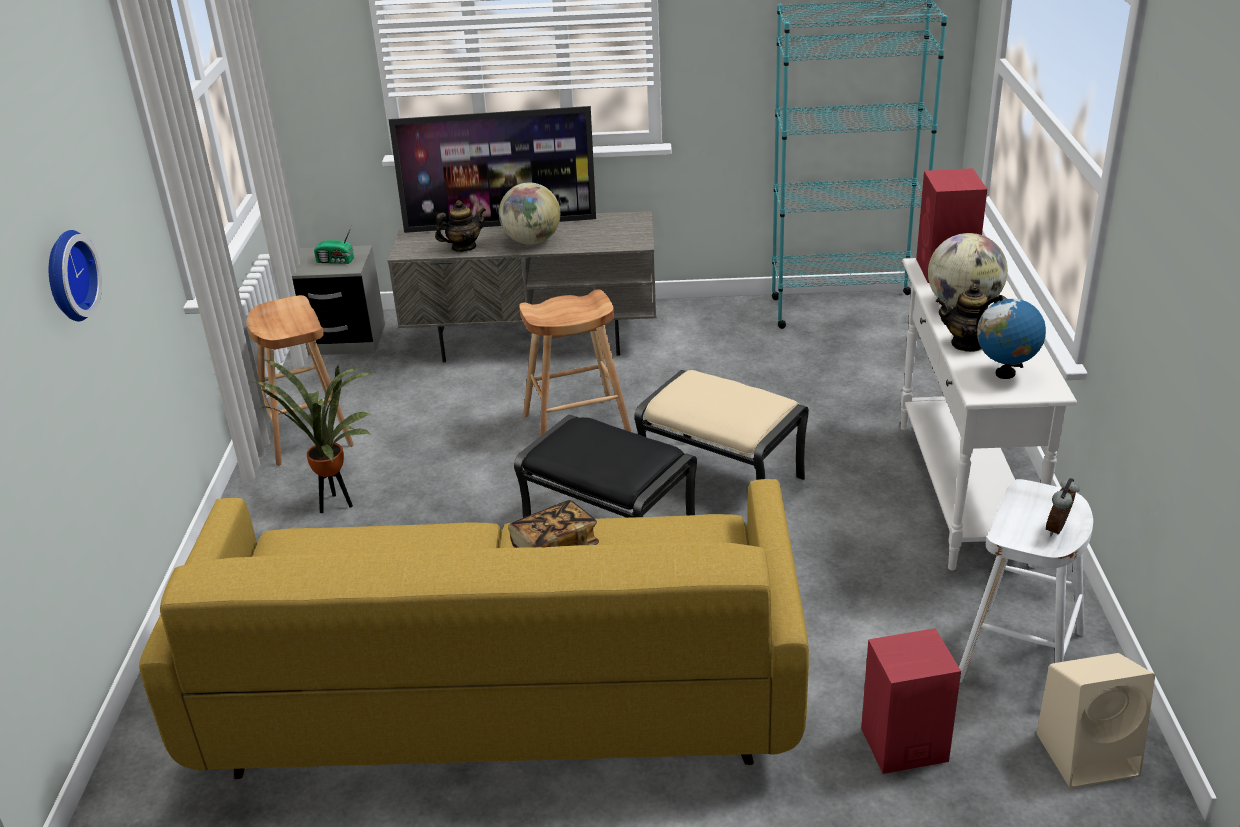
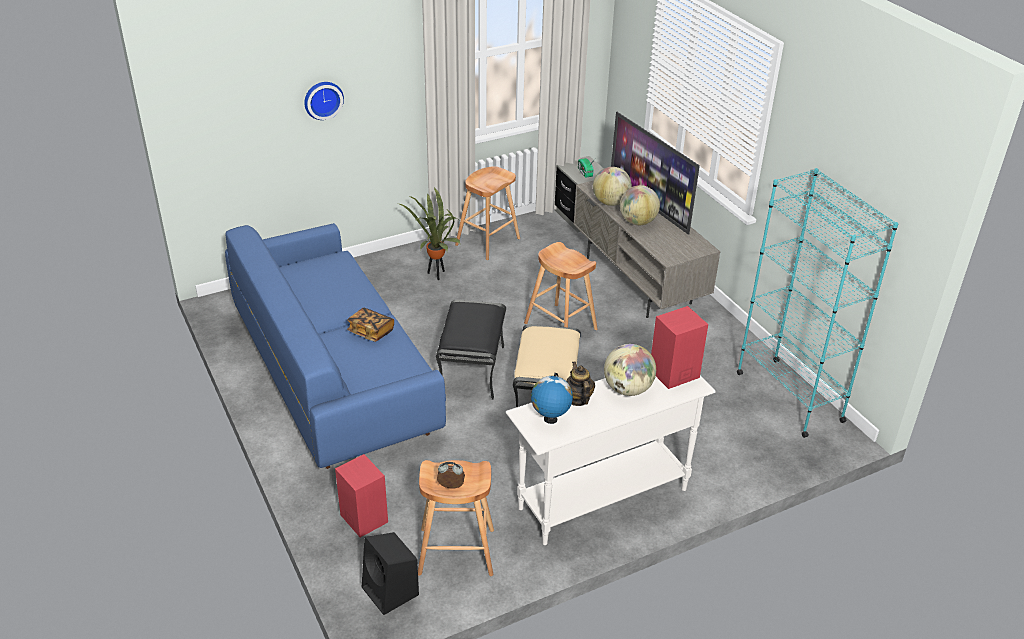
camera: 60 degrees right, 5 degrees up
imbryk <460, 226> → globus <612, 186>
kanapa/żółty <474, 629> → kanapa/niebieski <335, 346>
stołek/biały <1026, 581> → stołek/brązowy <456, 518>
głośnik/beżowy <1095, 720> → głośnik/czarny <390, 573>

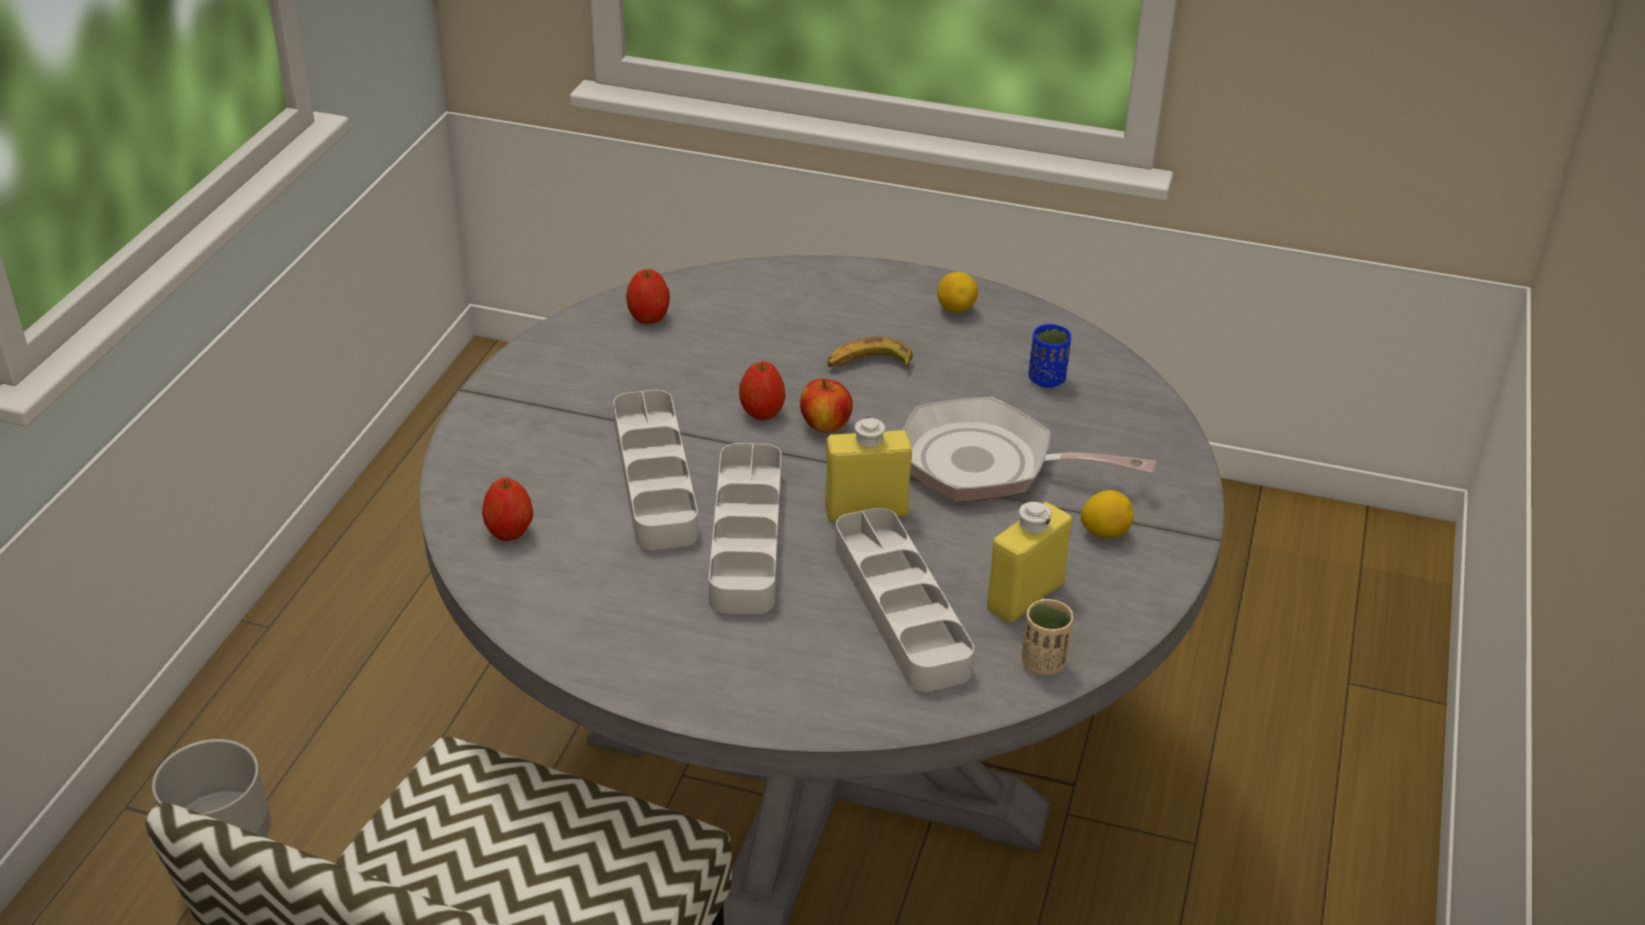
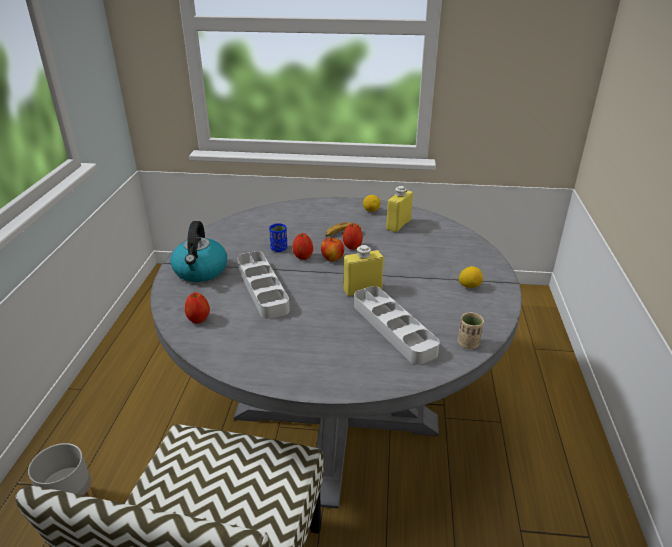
camera: 10 degrees left, 5 degrees down
jabłko <648, 296> → jabłko <353, 236>, moved
filiżanka/niebieski <1050, 356> → filiżanka/niebieski <278, 237>, moved
patelnia <1029, 449> → -
taca/szary <745, 528> → -
butelka/żółty <1029, 562> → butelka/żółty <399, 209>, moved
- → czajnik <198, 251>

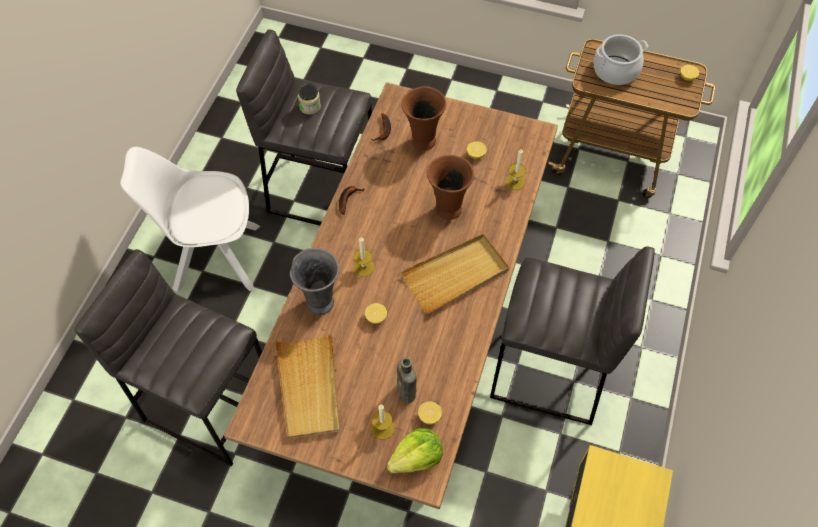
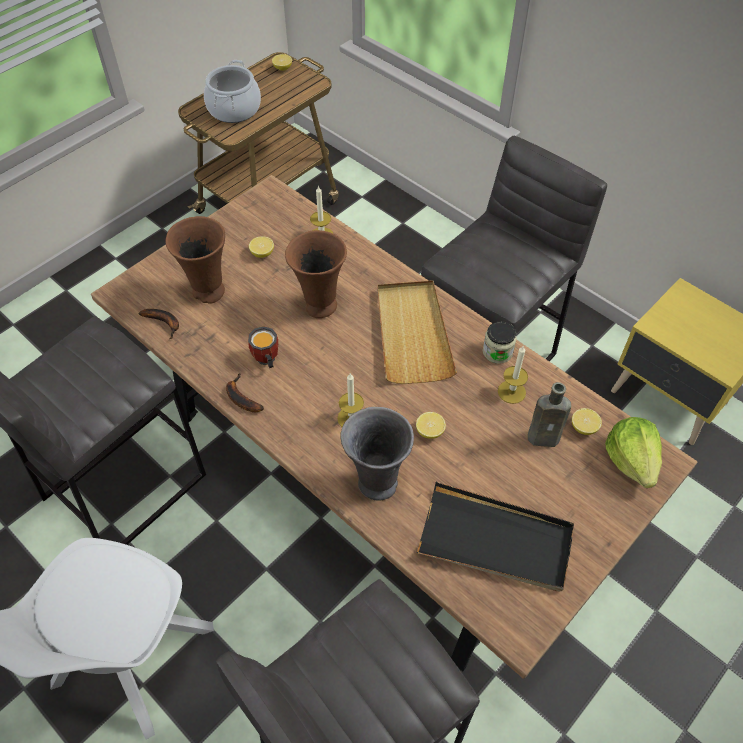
camera: 65 degrees left, 5 degrees down
słoik <309, 99> → słoik <499, 342>, moved
taca/beżowy <307, 386> → taca/czarny <495, 537>
świeca <383, 422> → świeca <513, 375>, moved
- → kubek <263, 347>

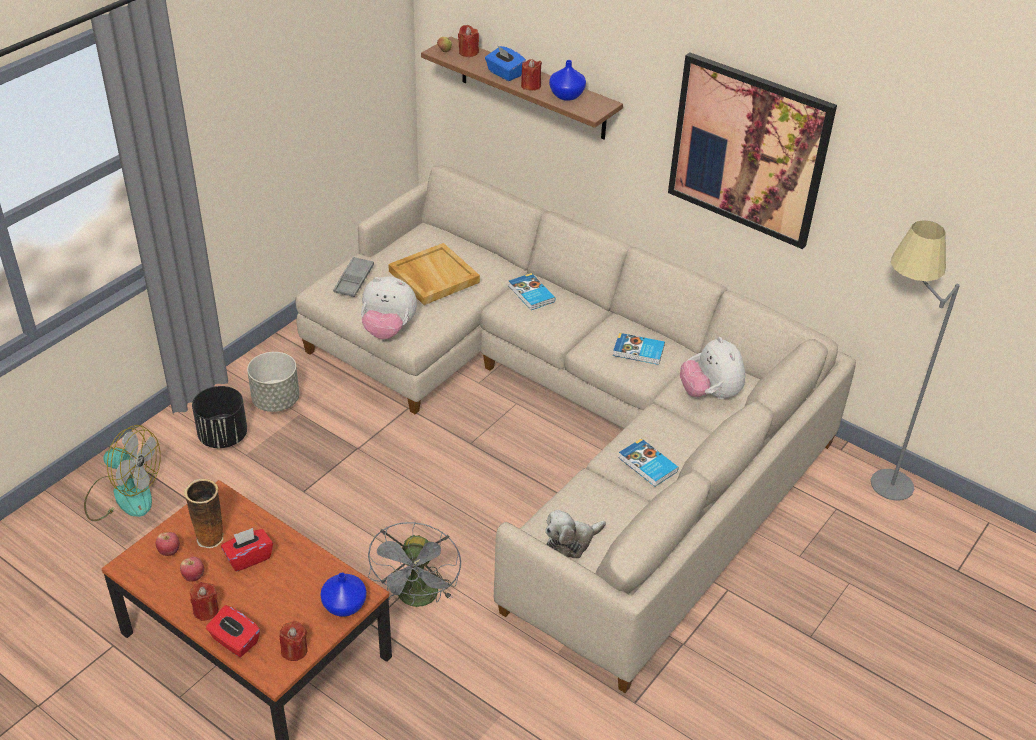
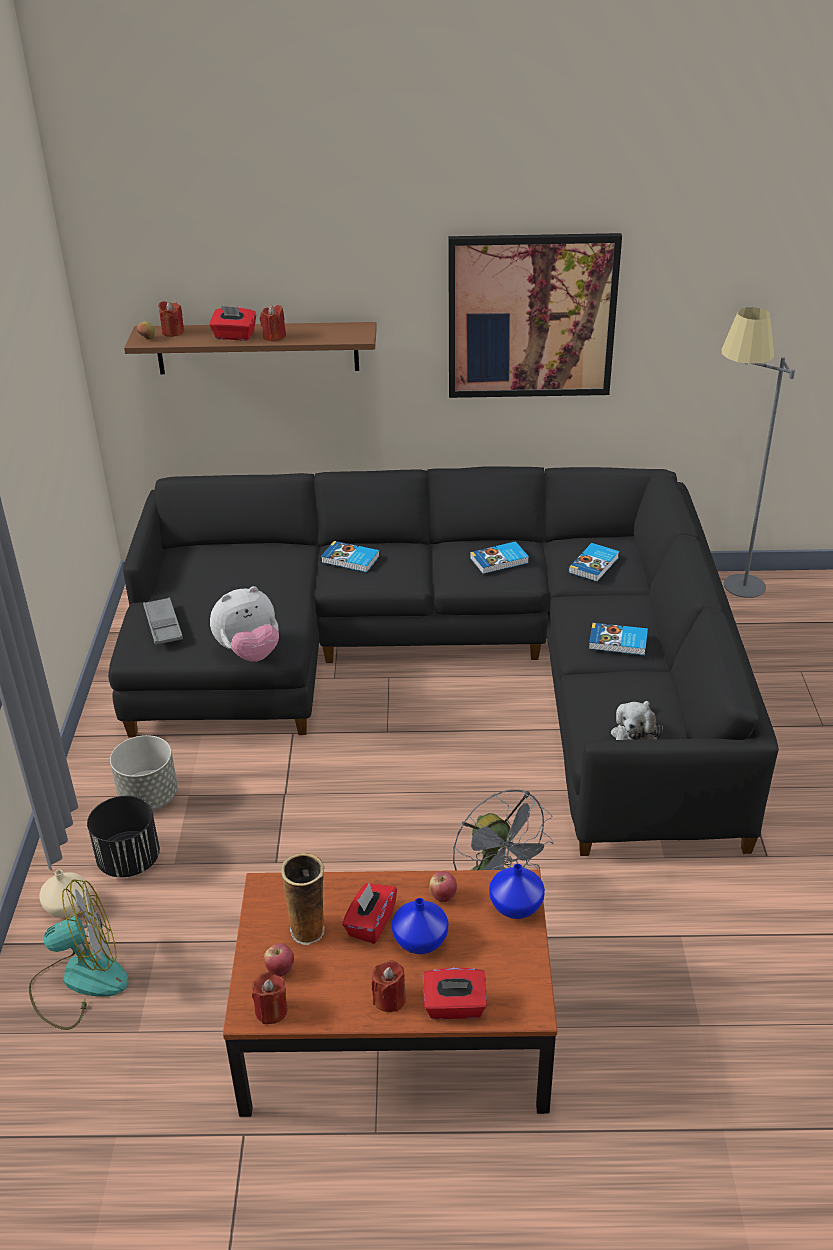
camera: 35 degrees left, 5 degrees down
pudełko chusteczek/niebieski <505, 63> → pudełko chusteczek/czerwony <232, 323>
wazon/niebieski <567, 80> → wazon/niebieski <420, 926>, moved
kanapa/beżowy <575, 429> → kanapa/czarny <443, 661>
taca/beżowy <434, 274> → -
pluszak <712, 368> → książka <593, 562>
jabłko <192, 569> → jabłko <443, 886>, moved
świeca/czerwony <293, 641> → świeca/czerwony <270, 998>, moved
- → wazon/beżowy <64, 894>

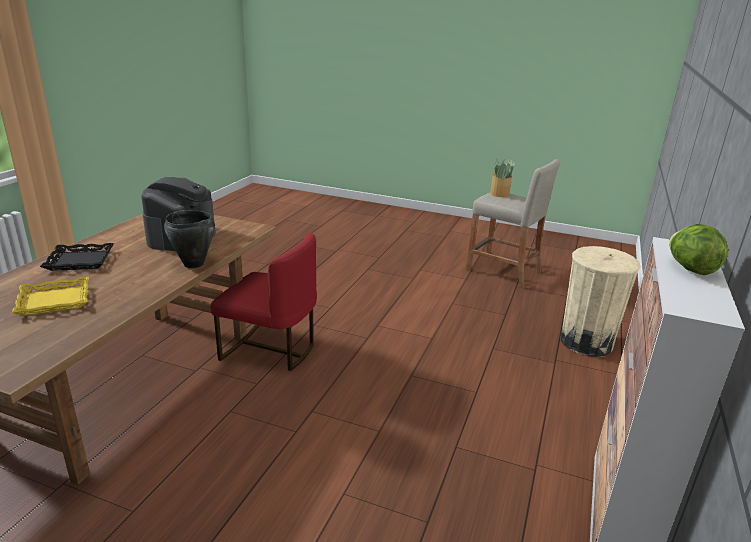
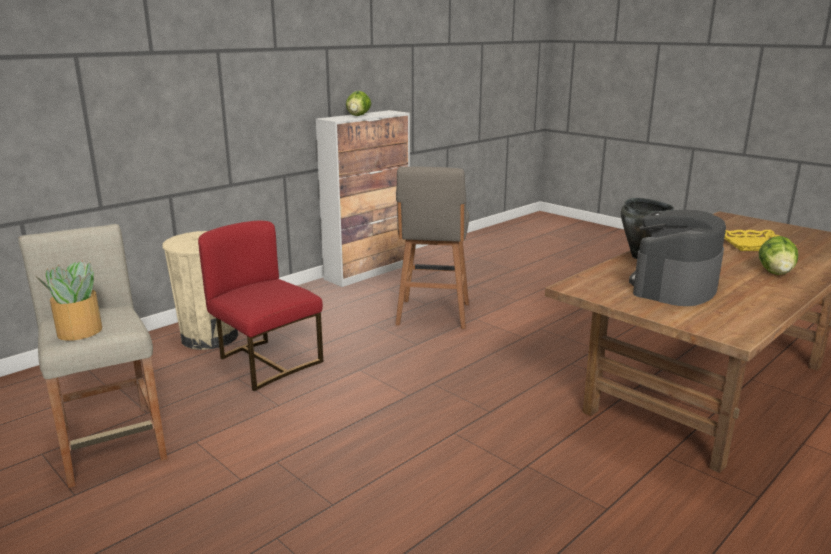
camera: 155 degrees left, 5 degrees down
krzesło/czerwony <264, 302> → krzesło/czerwony <260, 306>, moved
taca/czarny <77, 257> → sałata <778, 255>
- → stołek/szary <432, 248>

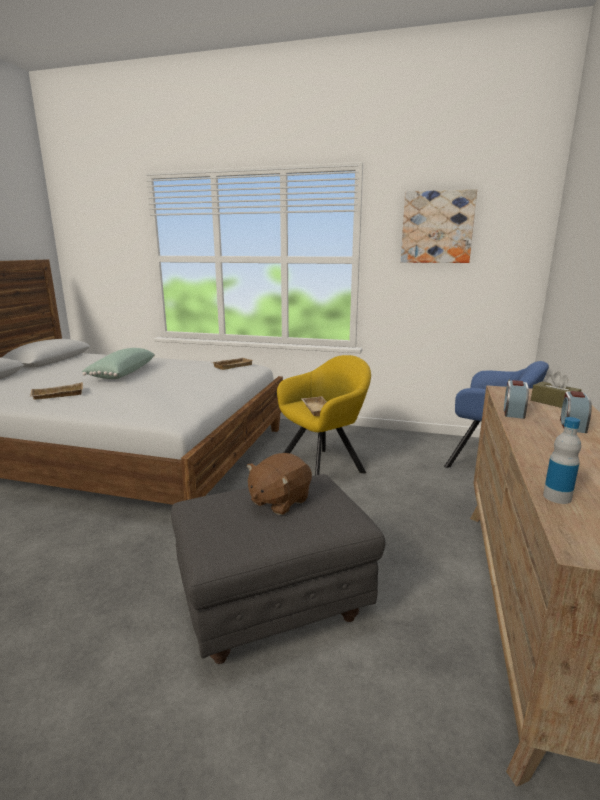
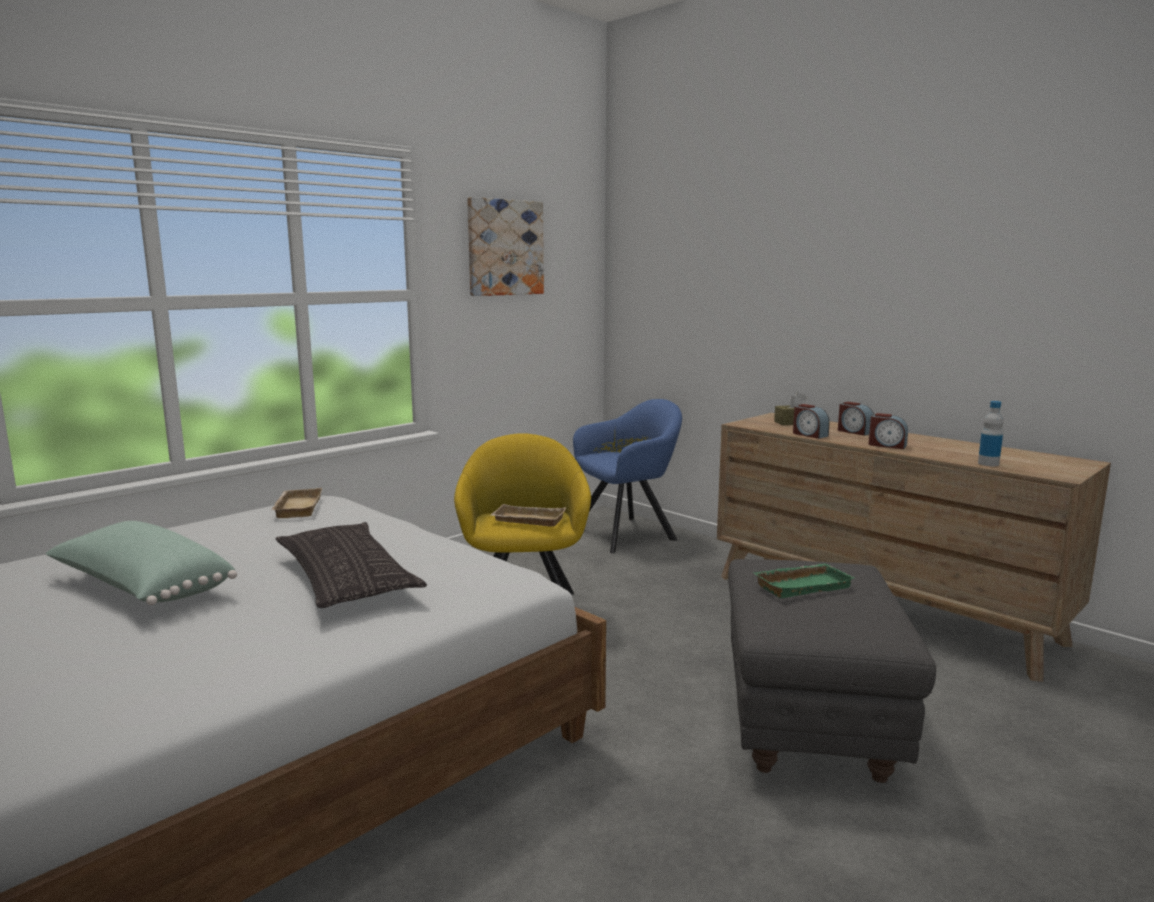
camera: 60 degrees left, 5 degrees down
taca/beżowy <56, 391> → -
pluszak/brązowy <279, 484> → taca/zielony <803, 580>
- → budzik <888, 431>
- → poduszka <351, 565>

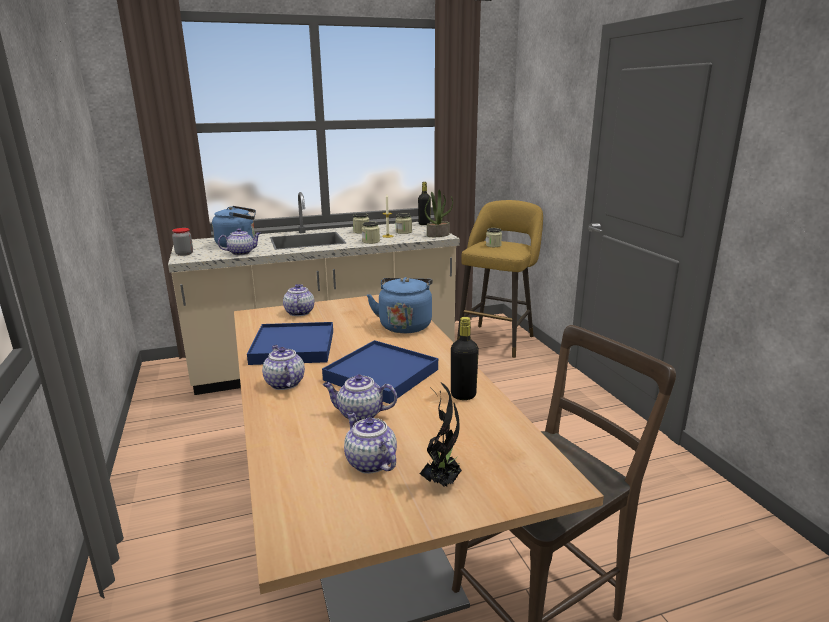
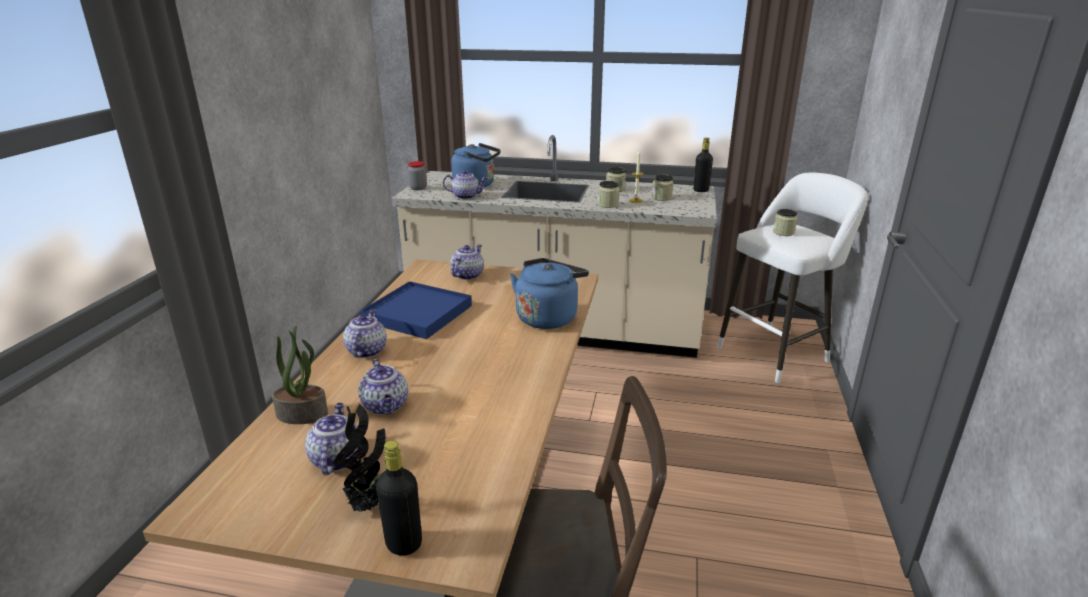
camera: 30 degrees right, 5 degrees up
roślina doniczkowa <439, 213> → roślina doniczkowa <300, 374>, moved
stołek/żółty <500, 279> → stołek/biały <792, 278>
butelka/czarny <465, 358> → butelka/czarny <399, 498>, moved
taca/niebieski <380, 372> → -
imbryk <360, 397> → imbryk <383, 387>, 150 degrees counterclockwise

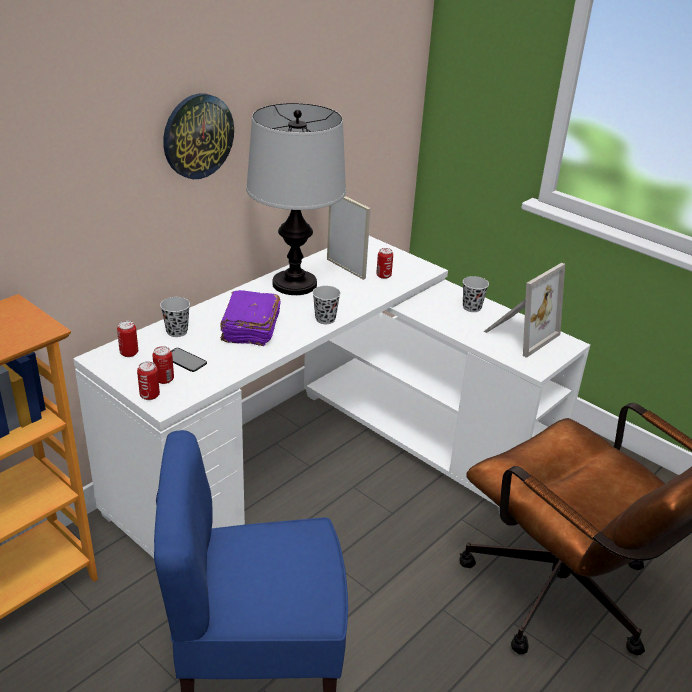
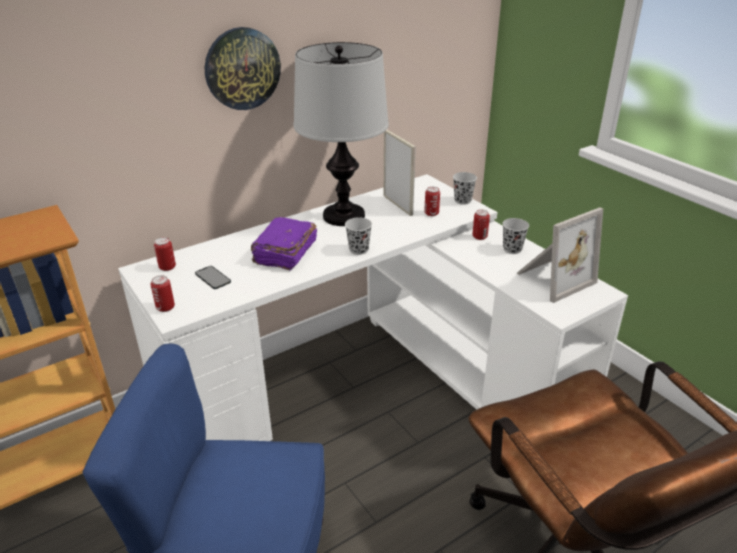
camera: 15 degrees right, 0 degrees up
filiżanka/czarny <175, 317> → filiżanka/czarny <465, 188>, moved
puszka <163, 365> → puszka <481, 225>, moved

